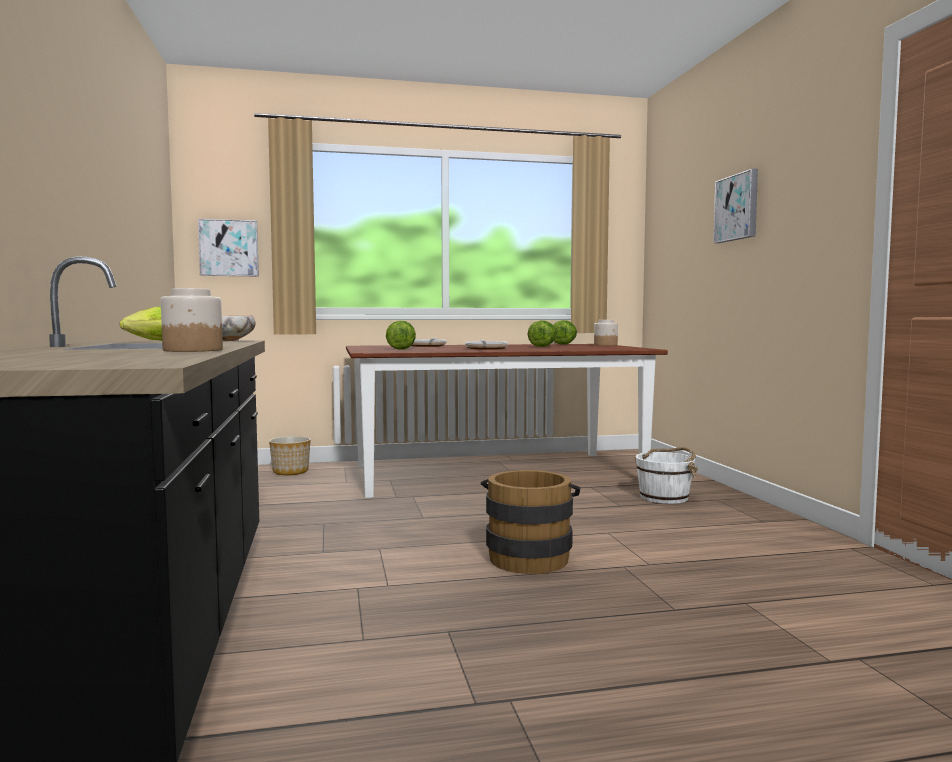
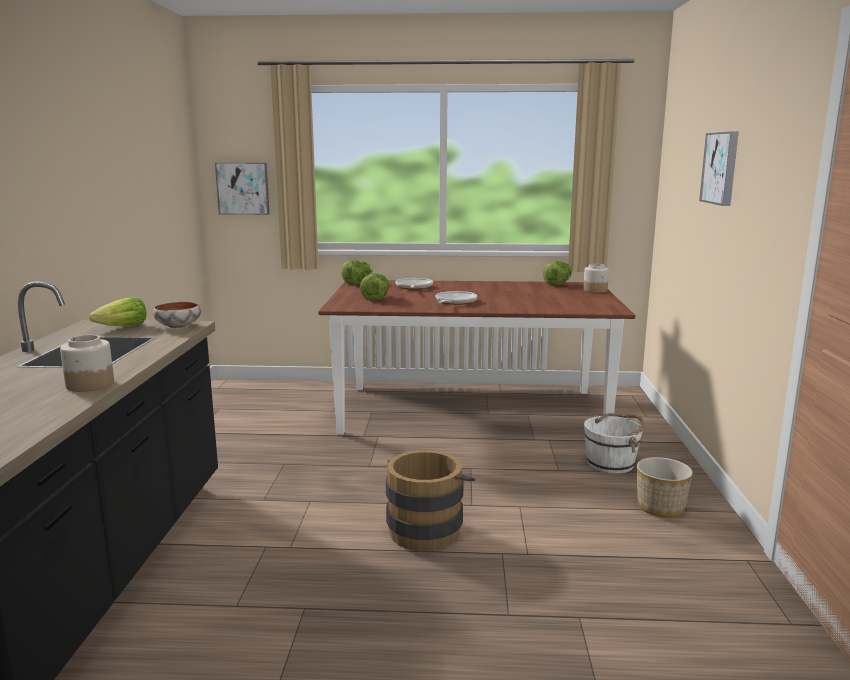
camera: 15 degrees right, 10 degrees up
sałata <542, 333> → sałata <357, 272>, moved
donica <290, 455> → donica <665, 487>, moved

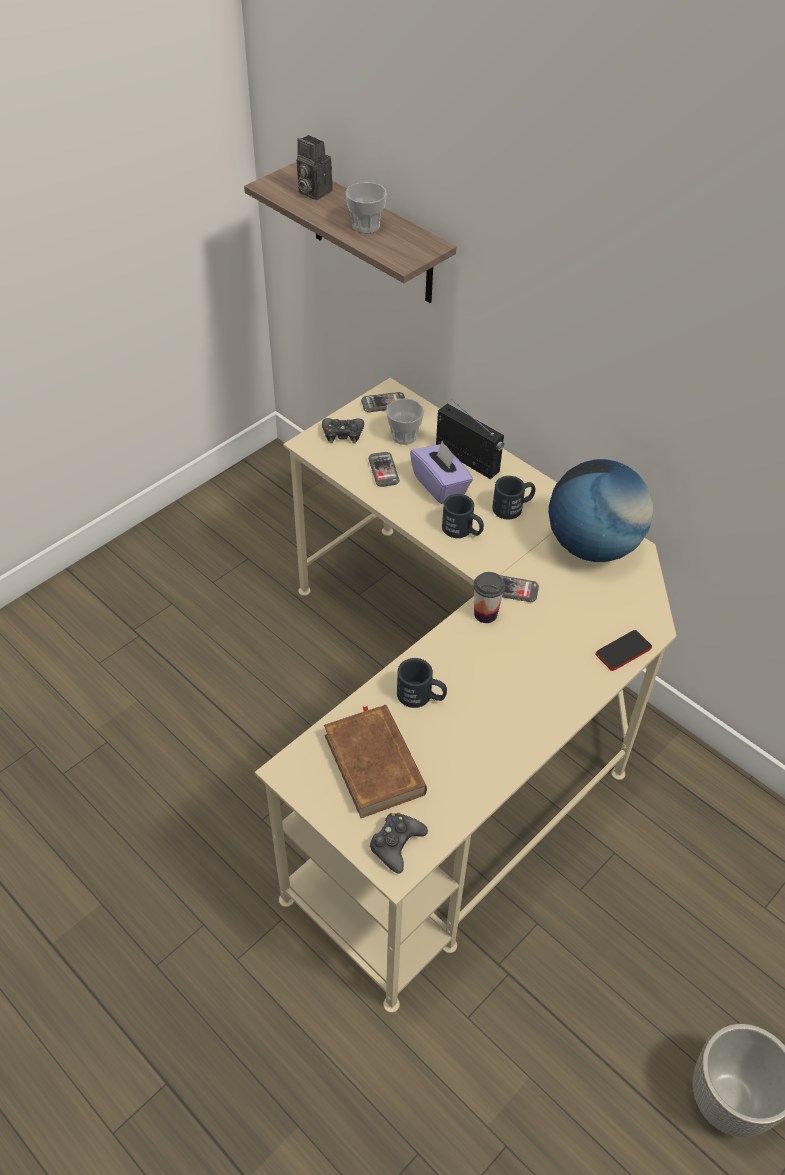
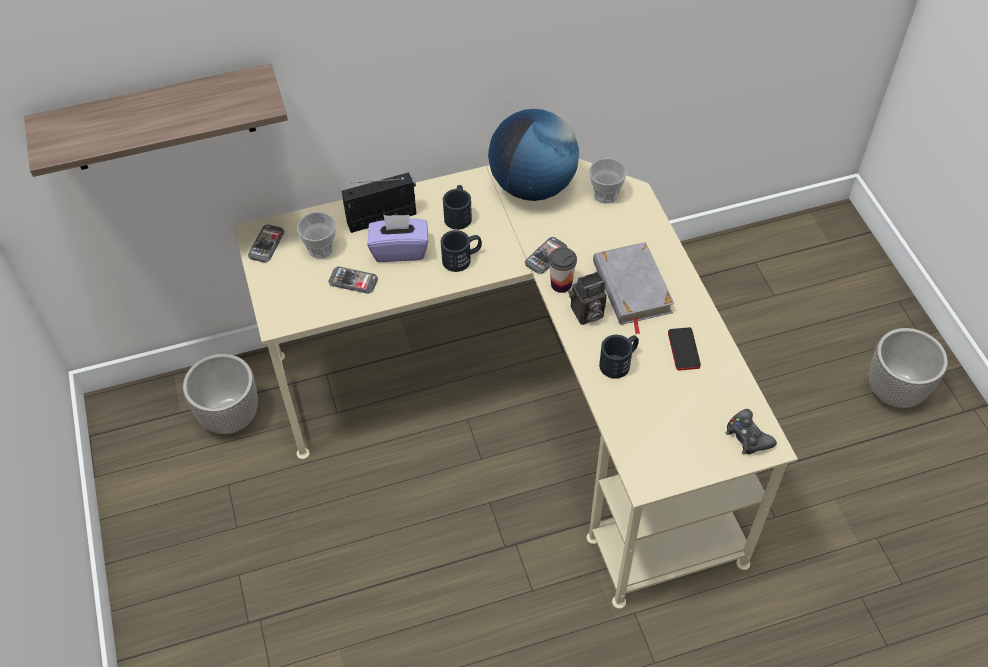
camera: 60 degrees left, 5 degrees up
aparat fotograficzny <315, 167> → aparat fotograficzny <588, 298>, moved
filiżanka <366, 207> → filiżanka <608, 180>, moved
pad do gier/czarny <343, 431> → -
telefon <624, 650> → telefon <684, 349>, moved
książka/brązowy <375, 761> → -
- → książka/szary <633, 288>
- → donica <220, 394>

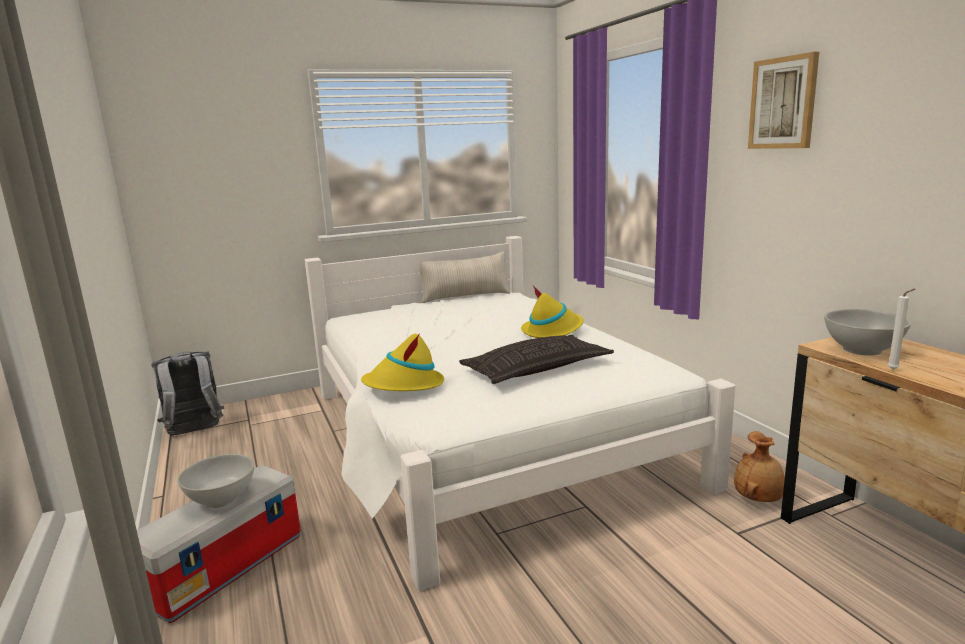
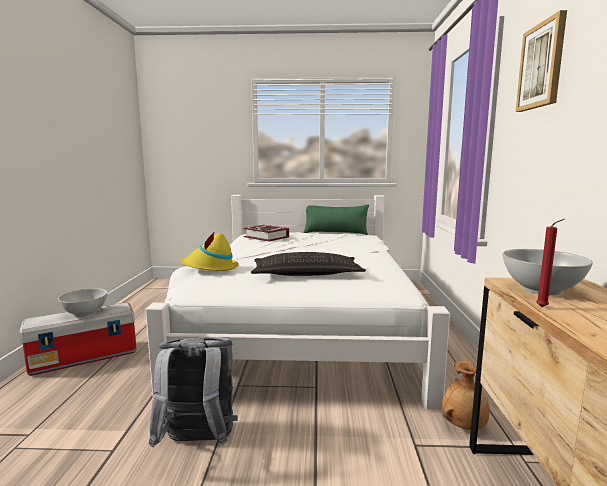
camera: 25 degrees right, 5 degrees down
poduszka/beżowy <465, 277> → poduszka/zielony <336, 219>
kapelusz/żółty <552, 312> → -
świeca/biały <901, 329> → świeca/czerwony <550, 263>
plecak/szary <187, 393> → plecak/szary <193, 392>, moved
- → książka <266, 233>

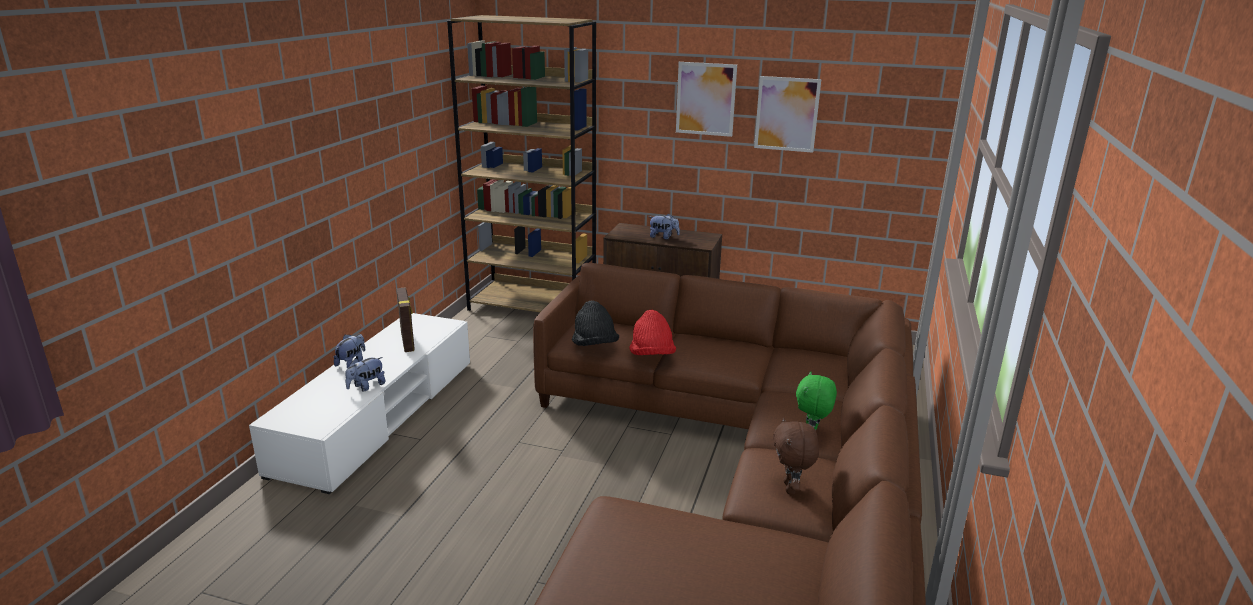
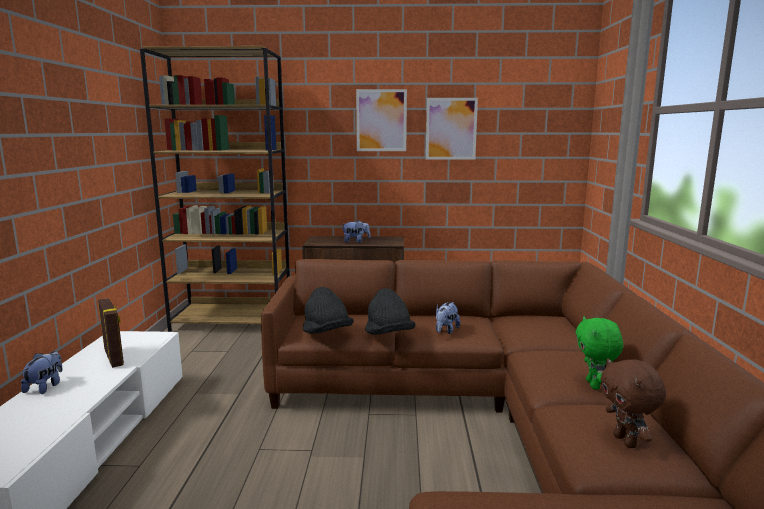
camera: 15 degrees left, 10 degrees down
kapelusz/czerwony <652, 332> → kapelusz/czarny <390, 311>
pluszak <365, 374> → pluszak <448, 318>, moved

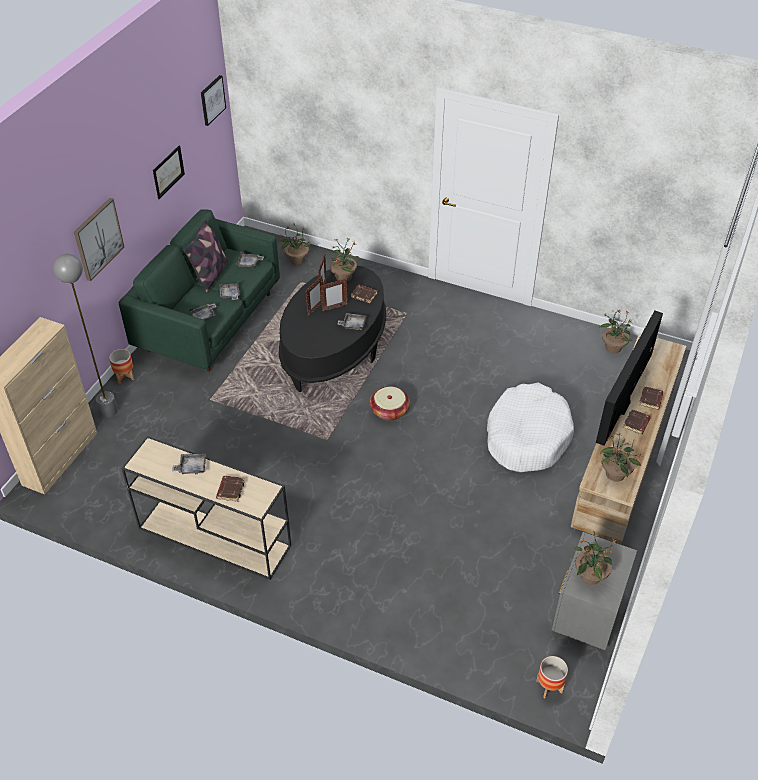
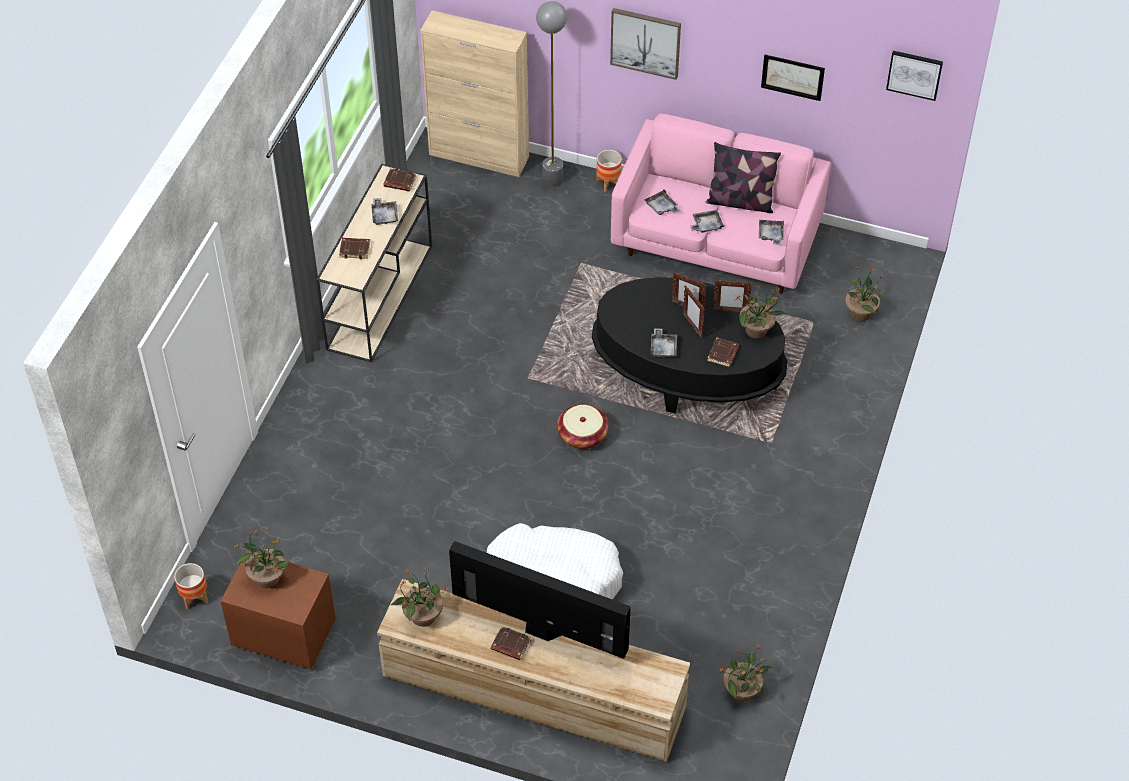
camera: 85 degrees right, 5 degrees up
kanapa/zielony <199, 290> → kanapa/różowy <721, 204>
książka/brązowy <651, 398> → książka/brązowy <400, 180>, moved
szafka nocna/szary <594, 591> → szafka nocna/brązowy <278, 609>

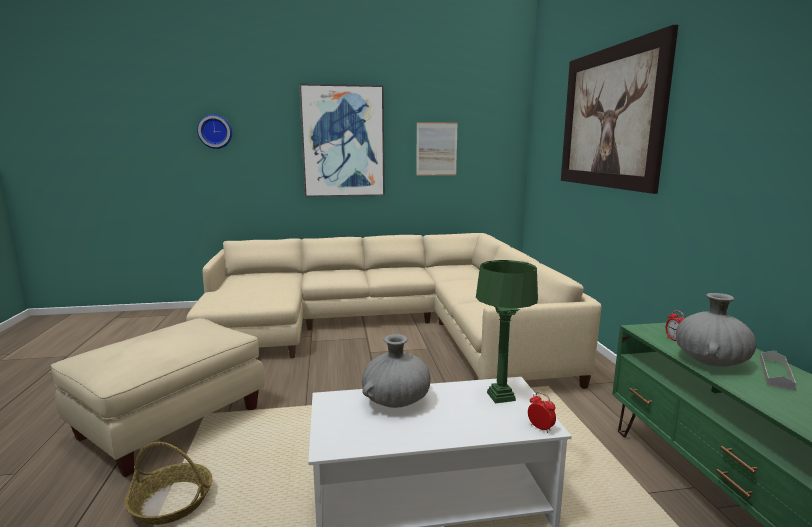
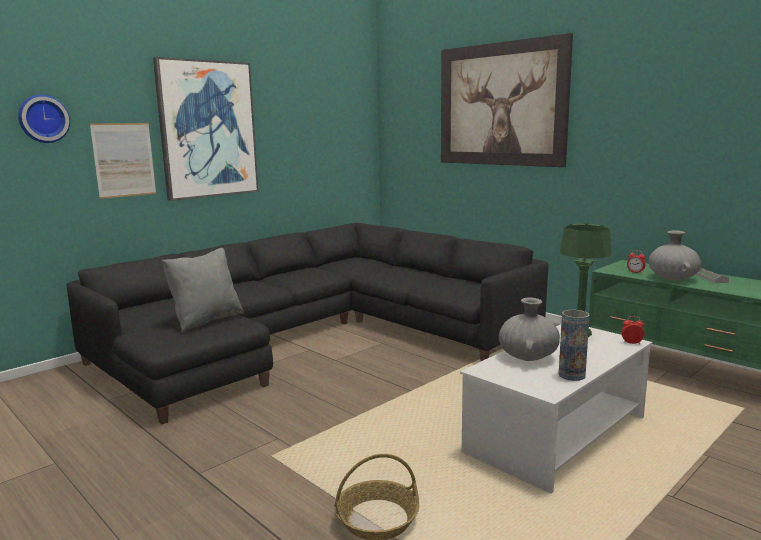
camera: 35 degrees left, 0 degrees up
obraz <437, 149> → obraz <123, 161>, moved
kanapa/beżowy <393, 311> → kanapa/czarny <308, 323>
pufa/beżowy <158, 397> → -
- → poduszka/szary <203, 290>
- → wazon <574, 345>

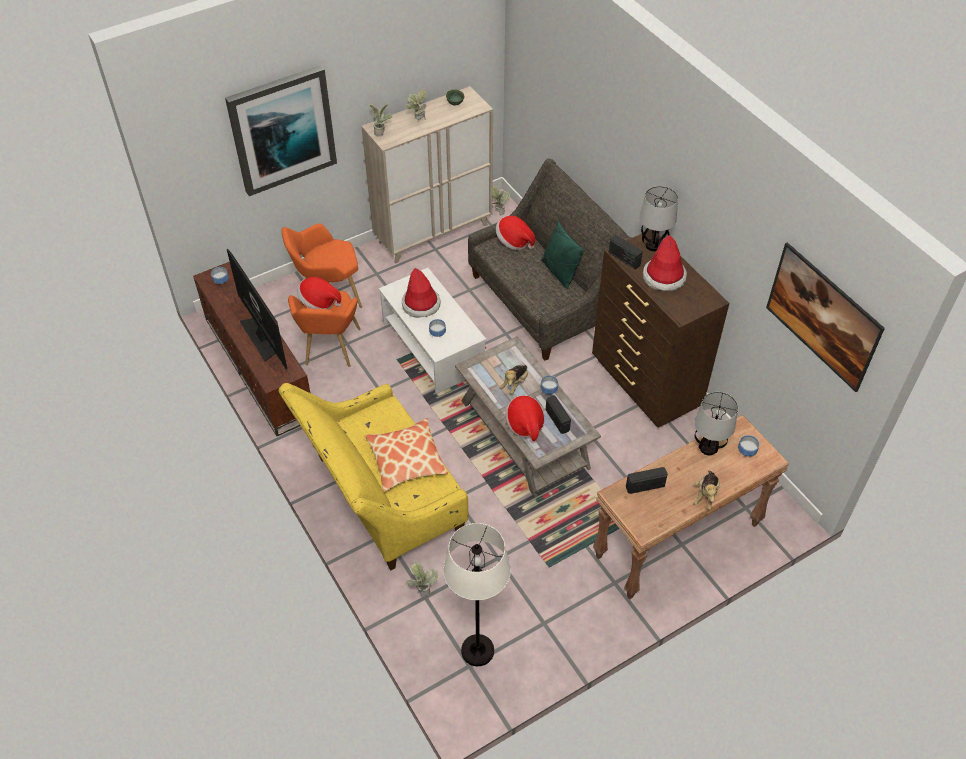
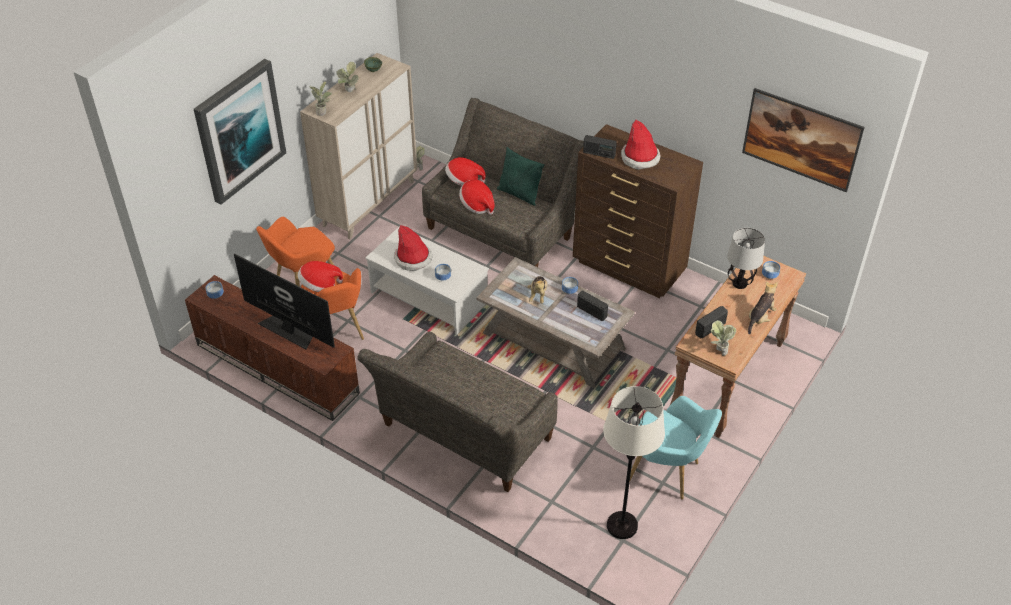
camera: 25 degrees left, 5 degrees down
lampa stołowa <658, 218> → -
kanapa/żółty <373, 476> → kanapa/szary <457, 412>
kapelusz <524, 419> → kapelusz <477, 197>, moved
poduszka <406, 455> → -
pluszak <707, 490> → pluszak <763, 308>, 135 degrees counterclockwise
roślina doniczkowa <422, 579> → roślina doniczkowa <723, 338>, moved
- → fotel/turkusowy <676, 448>

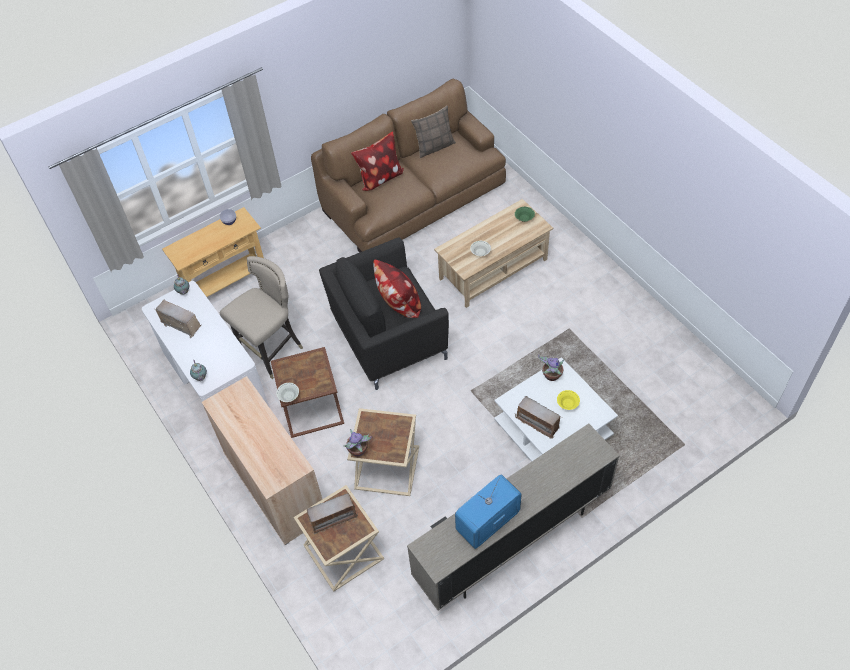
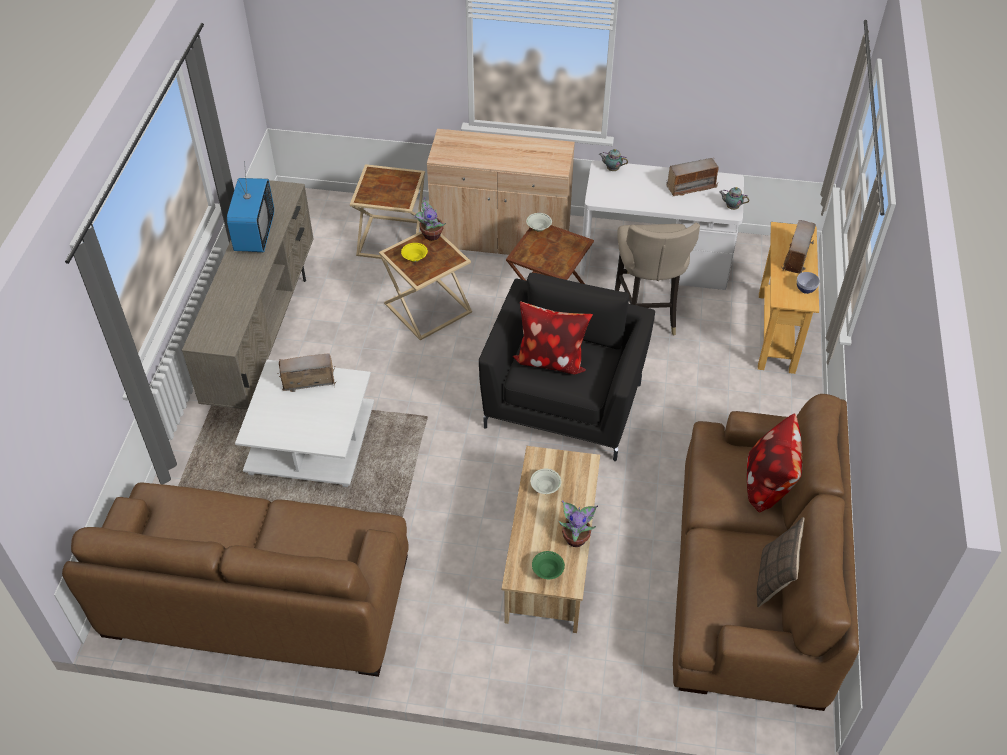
camera: 130 degrees right, 5 degrees down
roślina doniczkowa <551, 368> → roślina doniczkowa <578, 523>, moved
miska/żółty <568, 400> → miska/żółty <414, 252>, moved
radio <332, 513> → radio <798, 247>, moved
- → kanapa/brązowy <235, 580>

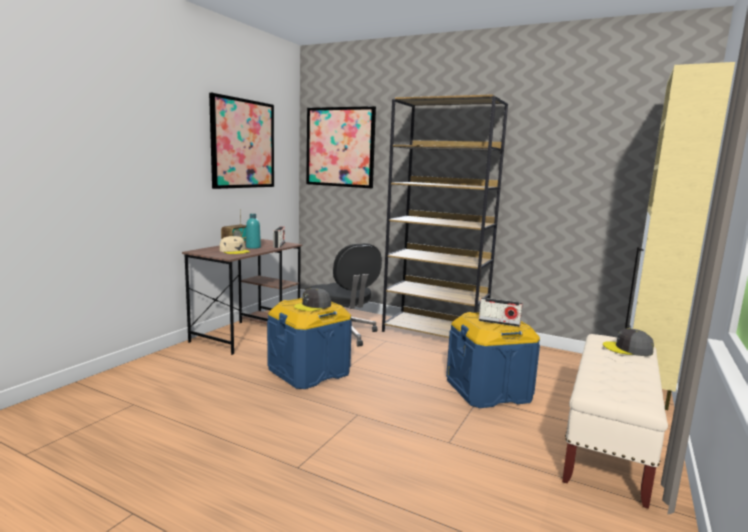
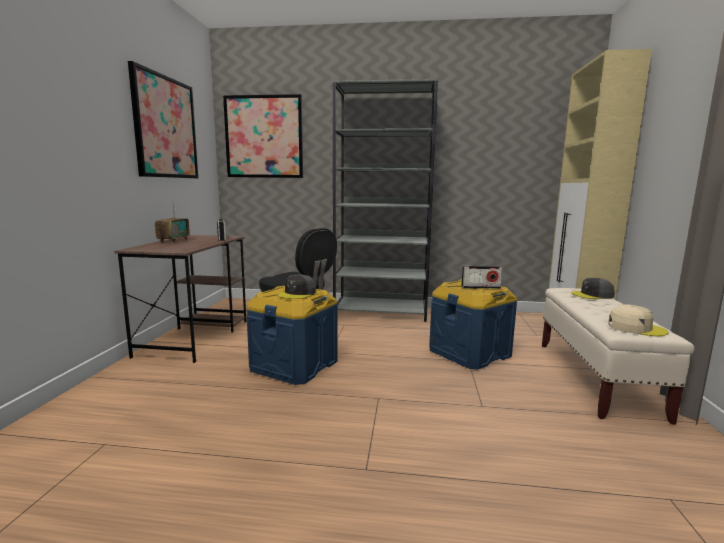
camera: 20 degrees left, 0 degrees up
regał/brązowy <445, 216> → regał/szary <385, 200>
butelka/turkusowy <253, 231> → -
czapka z daszkiem/beżowy <234, 245> → czapka z daszkiem/beżowy <638, 320>, moved

